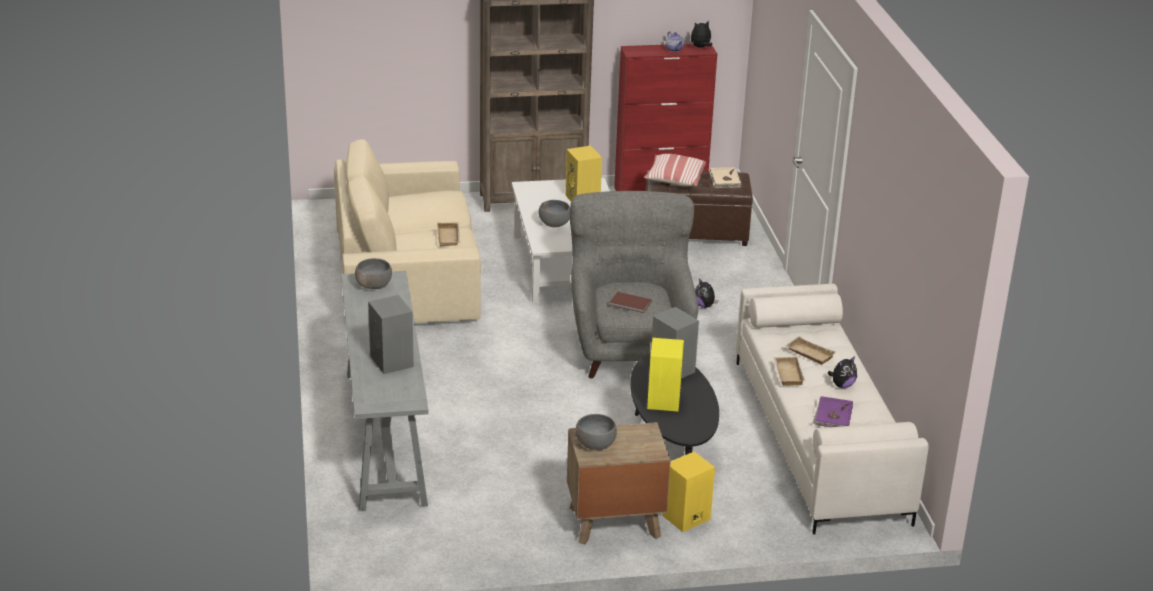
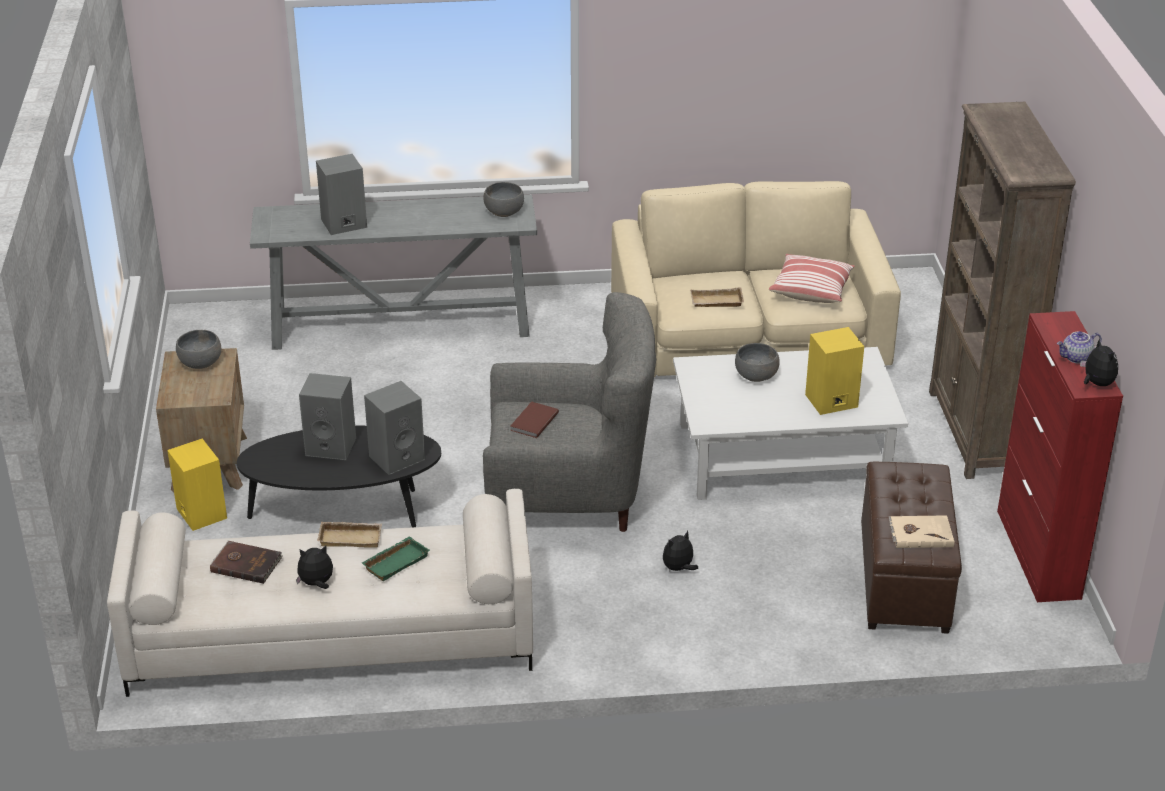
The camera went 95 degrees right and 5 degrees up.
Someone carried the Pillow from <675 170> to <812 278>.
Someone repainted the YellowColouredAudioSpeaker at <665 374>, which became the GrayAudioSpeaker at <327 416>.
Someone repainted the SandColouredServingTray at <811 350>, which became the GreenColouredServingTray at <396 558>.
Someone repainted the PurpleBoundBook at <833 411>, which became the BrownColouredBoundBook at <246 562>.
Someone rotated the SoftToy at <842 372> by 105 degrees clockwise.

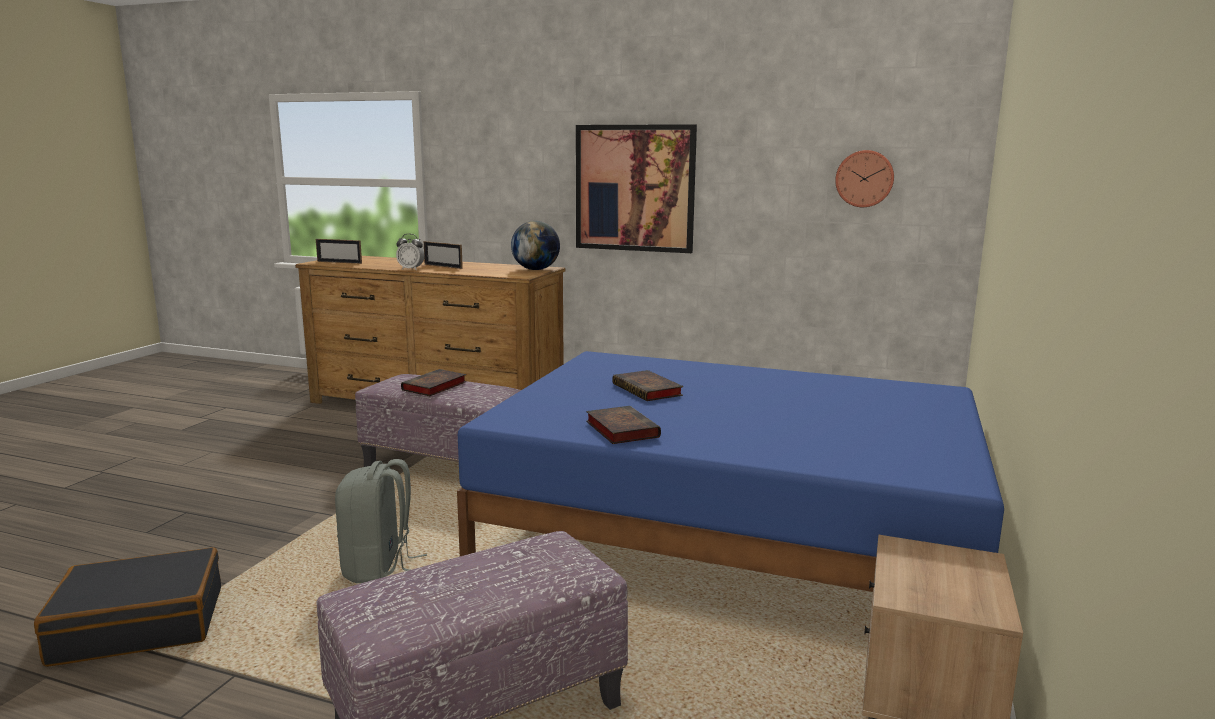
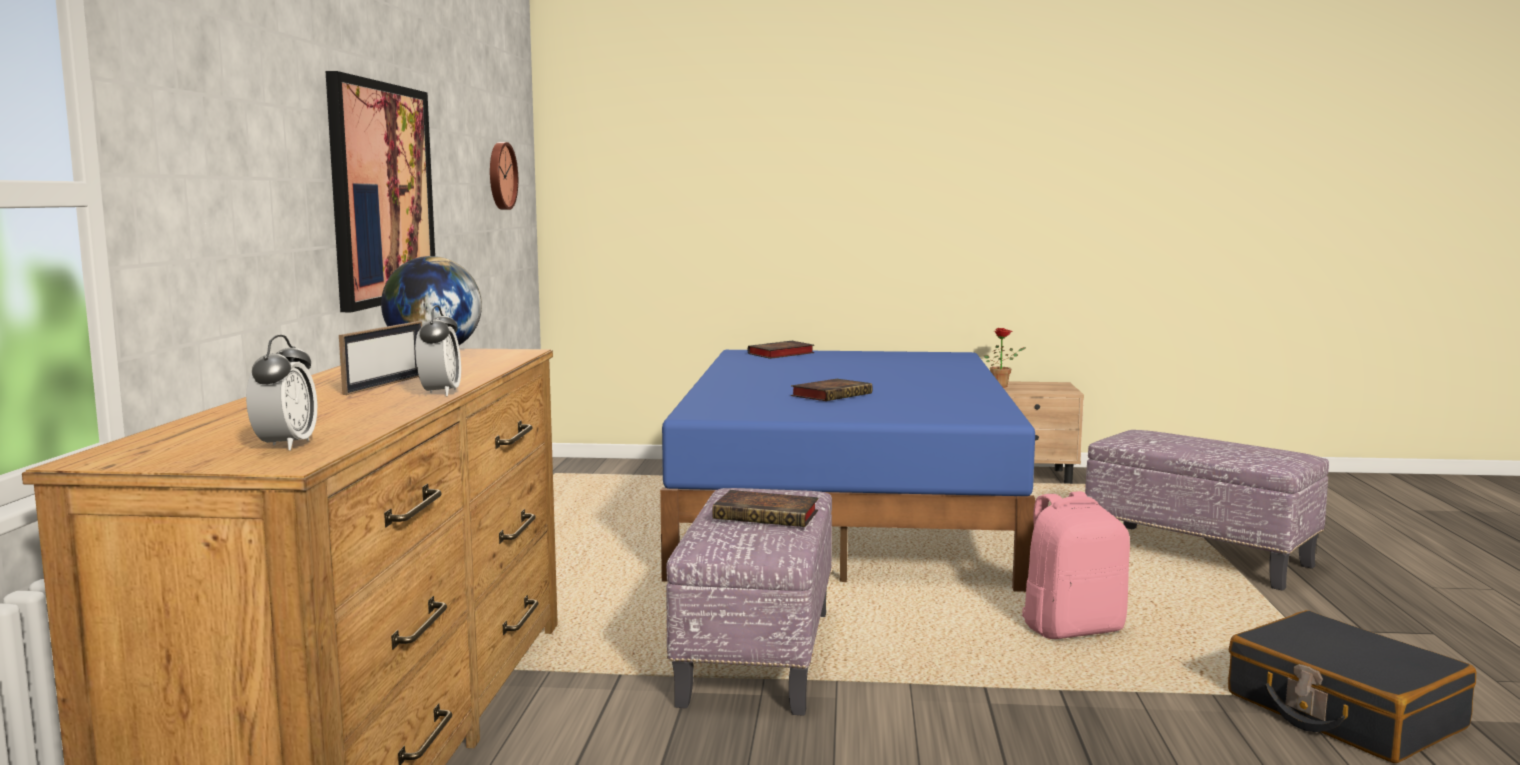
The camera went 105 degrees left and 5 degrees down.
Someone put down the PlantInAPot at <1005 358>.
Someone carried the BoundBook from <623 425> to <781 350>.
Someone swapped the PictureFrame at <339 251> for the BedsideClock at <281 393>.
Someone repainted the GrayKnapsack at <381 521>, which became the PinkKnapsack at <1076 565>.

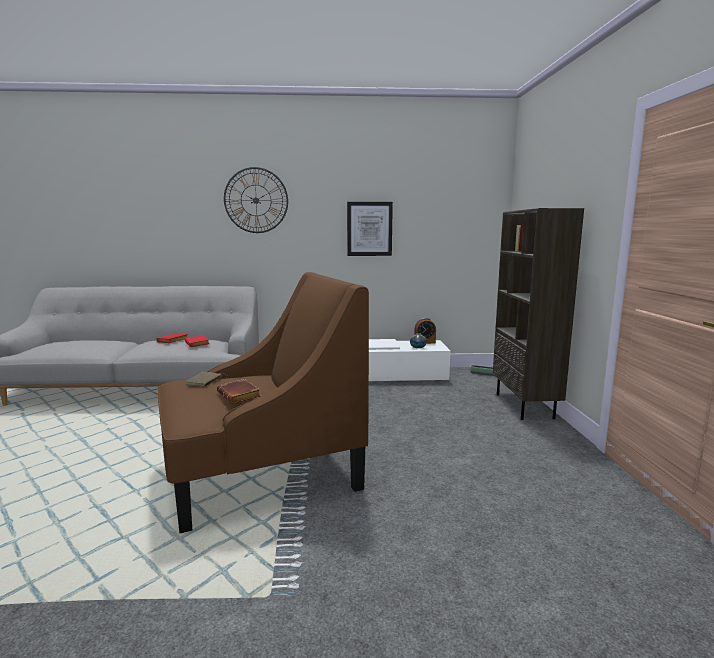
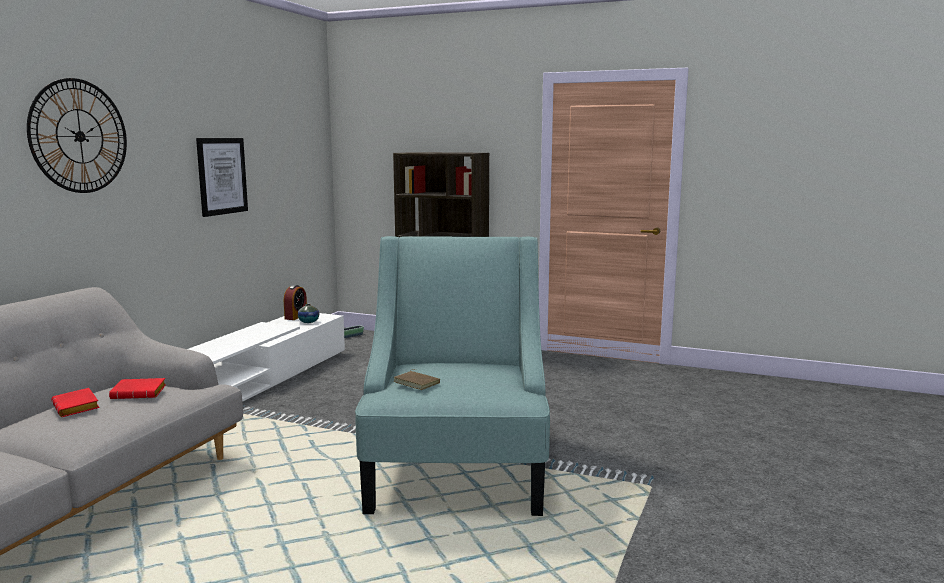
The camera went 65 degrees left and 0 degrees up.
Someone took away the BrownColouredBoundBook at <238 391>.
Someone repainted the BrownColouredEasyChair at <263 402>, which became the BlueGreenEasyChair at <452 376>.

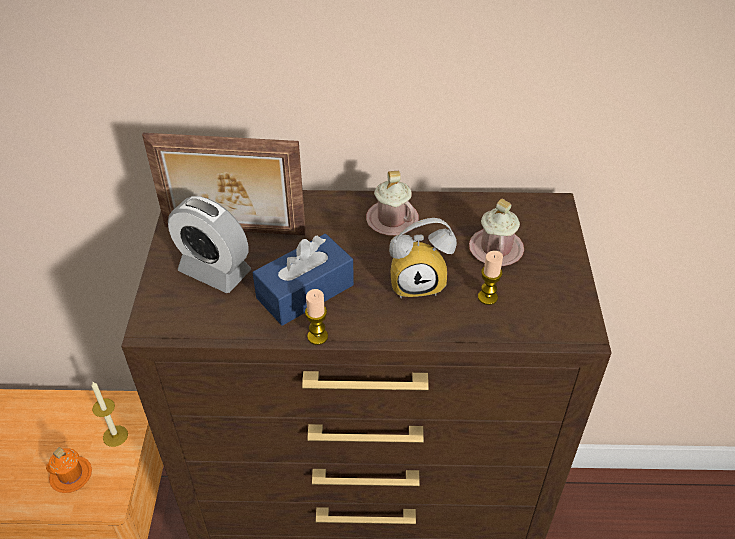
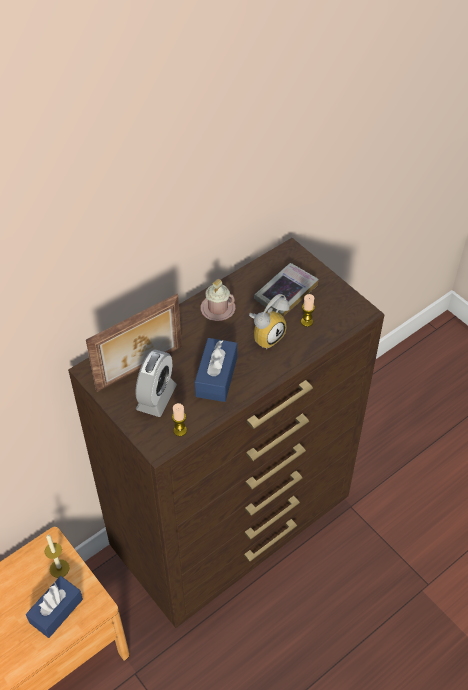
The camera went 40 degrees left and 5 degrees up.
Someone carried the WaxCandle from <316 317> to <179 419>.
Someone swapped the OrangeColouredMug at <69 470> for the BlueColouredTissueHolder at <54 607>.
Someone swapped the PinkMug at <496 232> for the BoundBook at <286 290>.
Someone rotated the BedsideClock at <209 244> by 60 degrees counterclockwise.

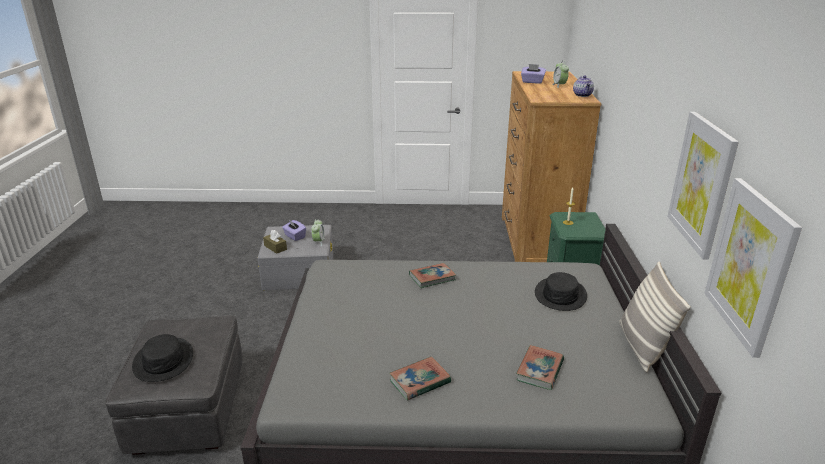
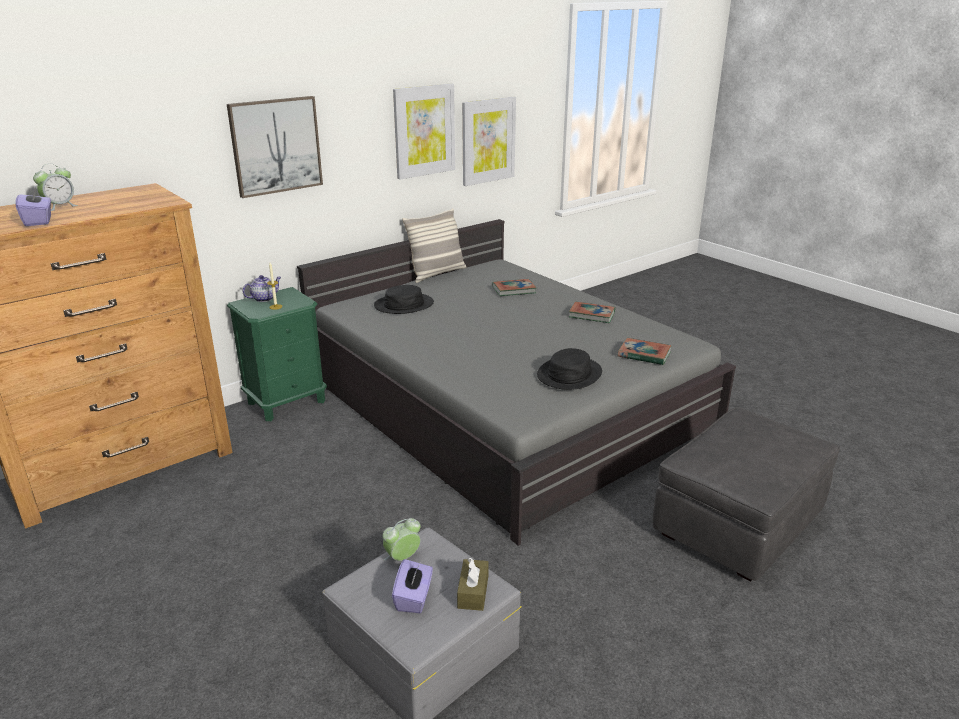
The camera went 130 degrees left and 0 degrees up.
Someone put up the WallArt at <275 147>.
Someone carried the BlackHat from <162 358> to <569 369>.
Someone carried the BoundBook from <432 275> to <645 351>.
Someone carried the TeaPot from <583 86> to <262 288>.

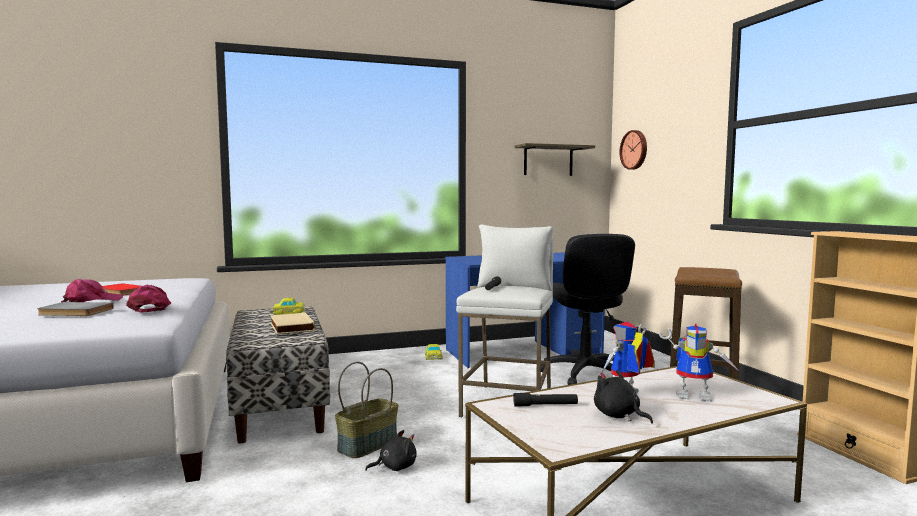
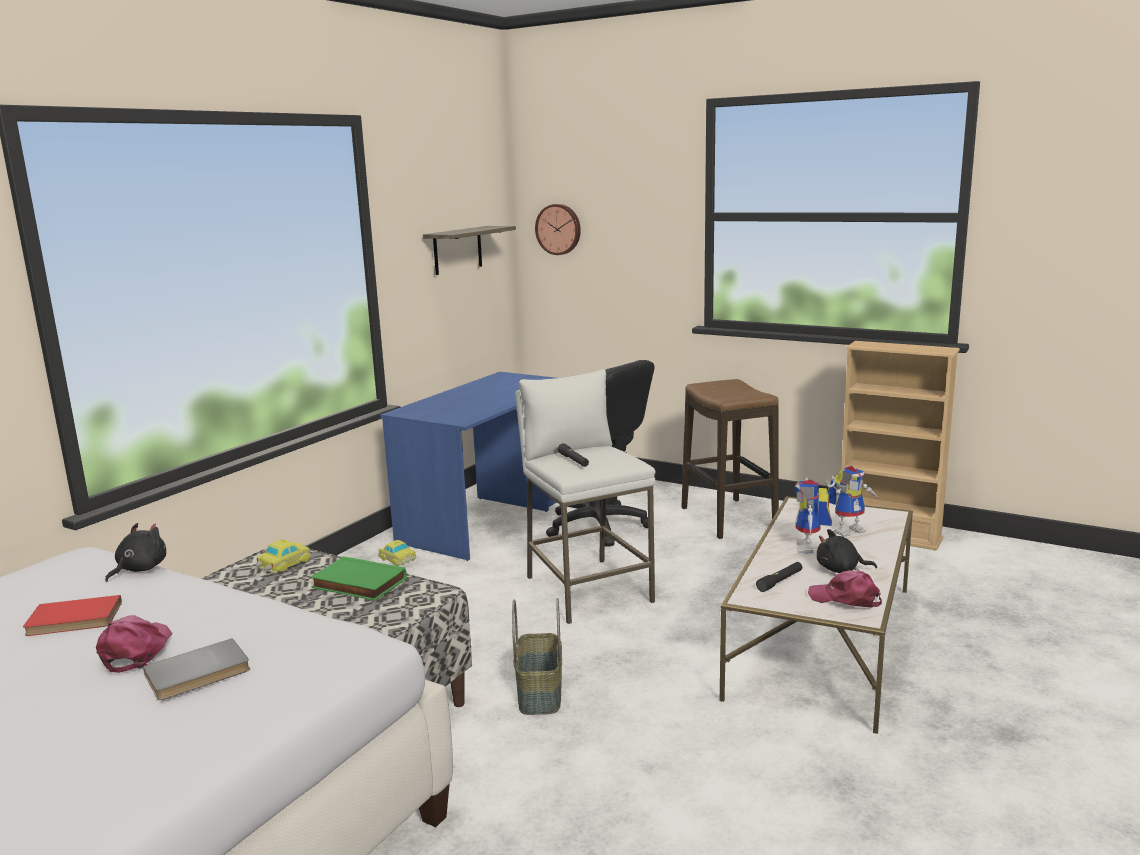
The camera went 40 degrees left and 10 degrees up.
Someone carried the PinkBaseballCap from <148 299> to <845 588>.
Someone carried the BlackSoftToy from <391 450> to <135 552>.
Someone repainted the SandColouredBoundBook at <292 323>, which became the GreenColouredBoundBook at <358 578>.

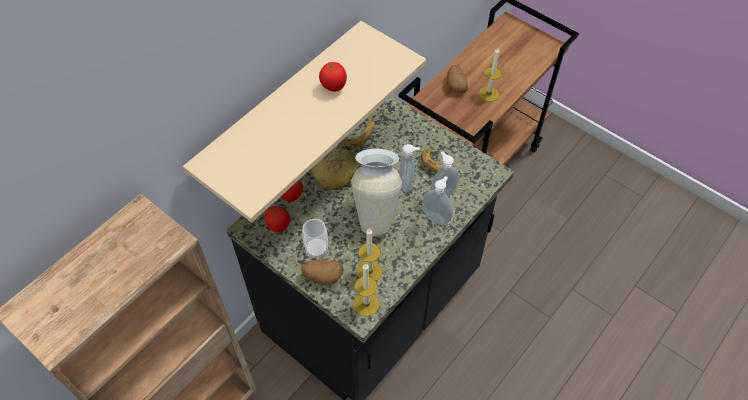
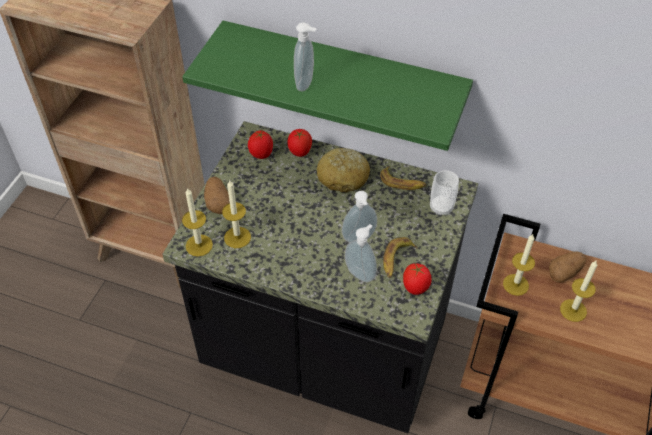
The camera went 70 degrees right and 5 degrees down.
Someone took away the Vase at <376 193>.
Someone put down the WaxCandle at <519 265>.
Someone carried the DrinkingCup from <315 239> to <444 192>.
Someone carried the Tomato from <333 77> to <417 279>.
Someone carried the LiquidSoapBottle from <437 200> to <305 57>.
Someone repainted the SandColouredShelf at <304 121>, which became the GreenColouredShelf at <327 86>.

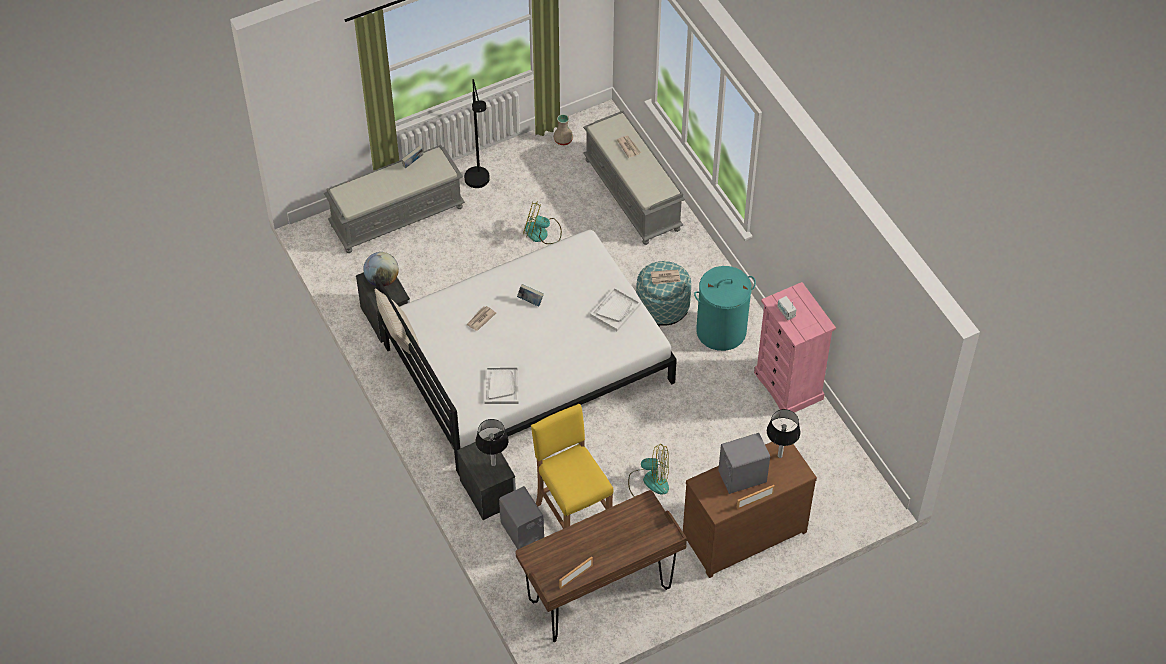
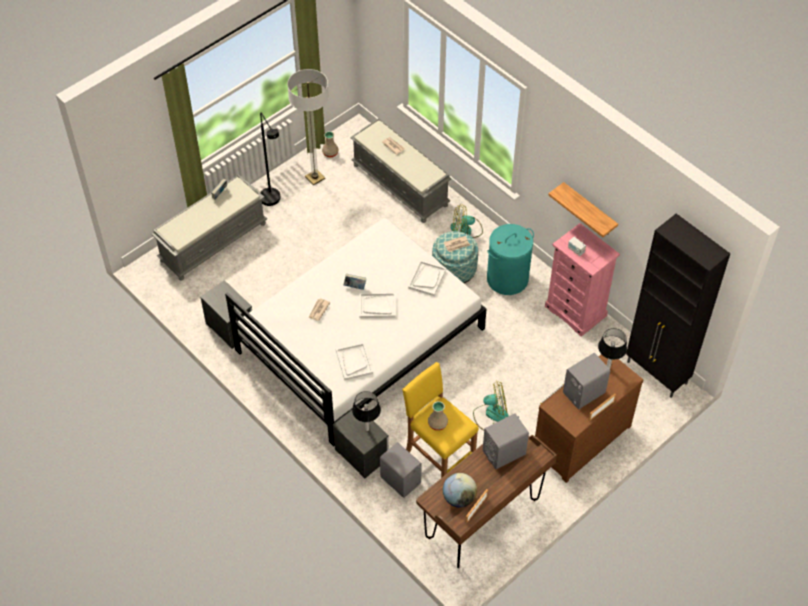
The camera went 15 degrees left and 0 degrees up.
Someone took away the SandColouredPillow at <398 324>.
Someone put down the FloorLamp at <308 127>.
Someone put down the WhiteColouredServingTray at <377 305>.
Someone put down the SandColouredVase at <438 416>.
Someone put down the GrayAudioSpeaker at <506 441>.
Someone put up the Shelf at <583 209>.
Someone put down the BlackCabinet at <678 306>.
Someone carried the Globe from <381 269> to <460 490>.
Someone carried the CoolingFan from <542 223> to <467 221>.

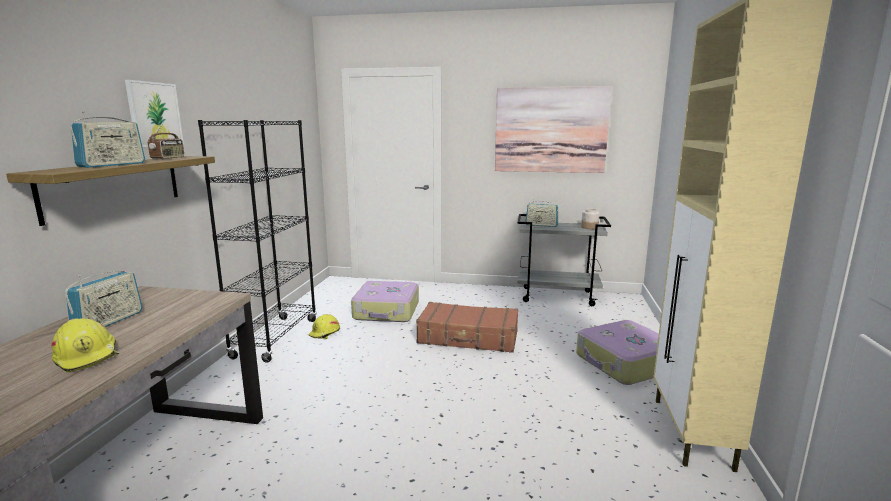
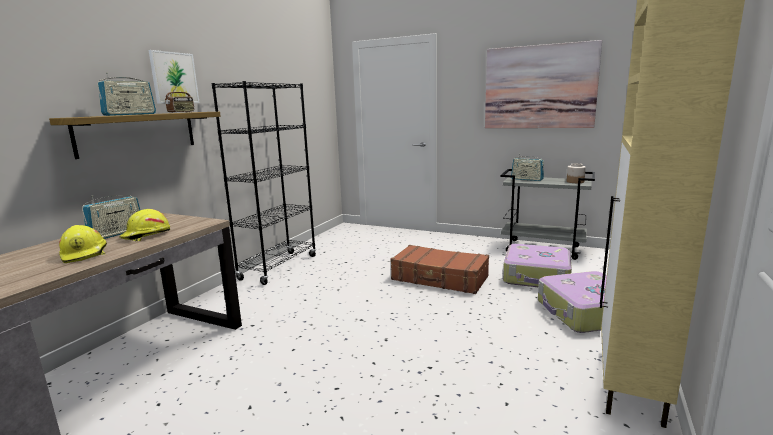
The camera went 15 degrees right and 0 degrees up.
Someone carried the YellowColouredHardHat from <324 326> to <145 225>.
Someone carried the PieceOfLuggage from <385 301> to <537 265>.

